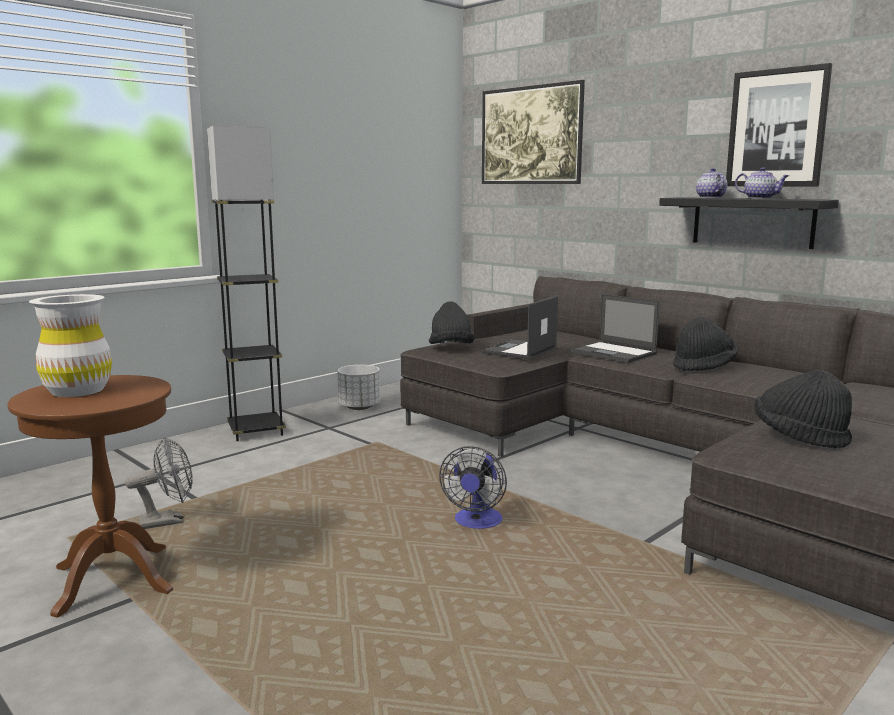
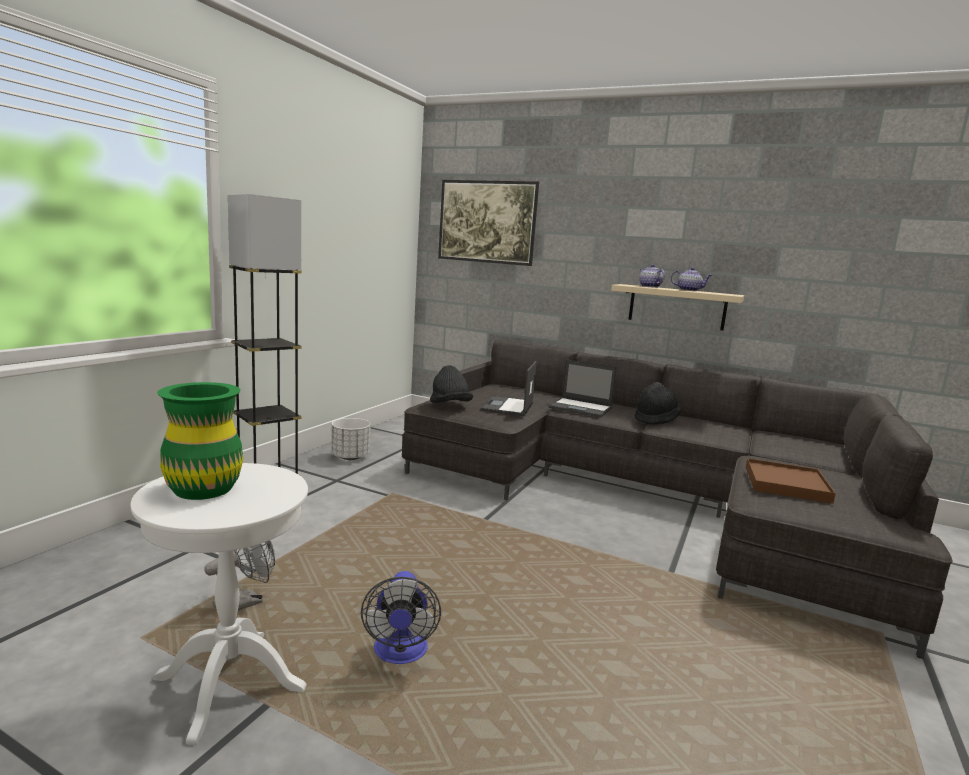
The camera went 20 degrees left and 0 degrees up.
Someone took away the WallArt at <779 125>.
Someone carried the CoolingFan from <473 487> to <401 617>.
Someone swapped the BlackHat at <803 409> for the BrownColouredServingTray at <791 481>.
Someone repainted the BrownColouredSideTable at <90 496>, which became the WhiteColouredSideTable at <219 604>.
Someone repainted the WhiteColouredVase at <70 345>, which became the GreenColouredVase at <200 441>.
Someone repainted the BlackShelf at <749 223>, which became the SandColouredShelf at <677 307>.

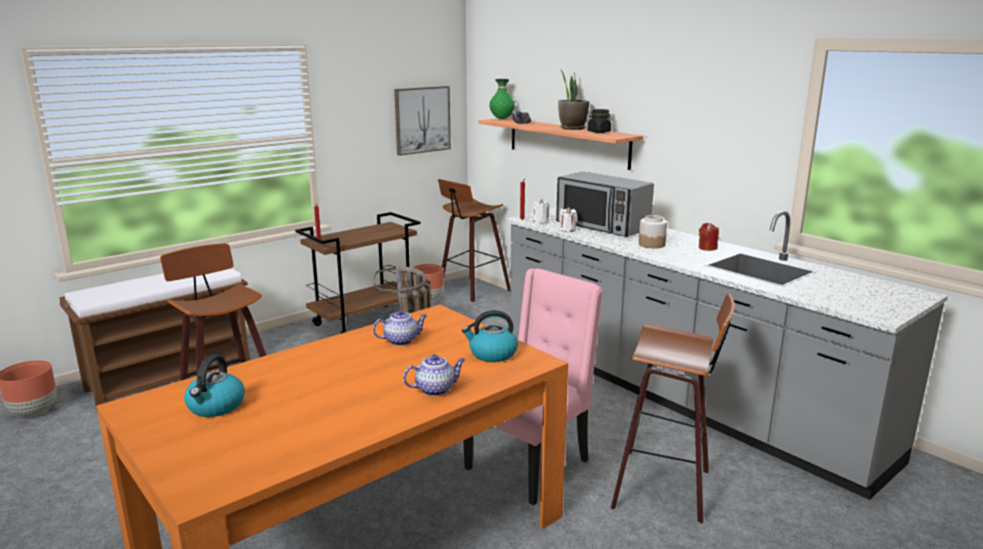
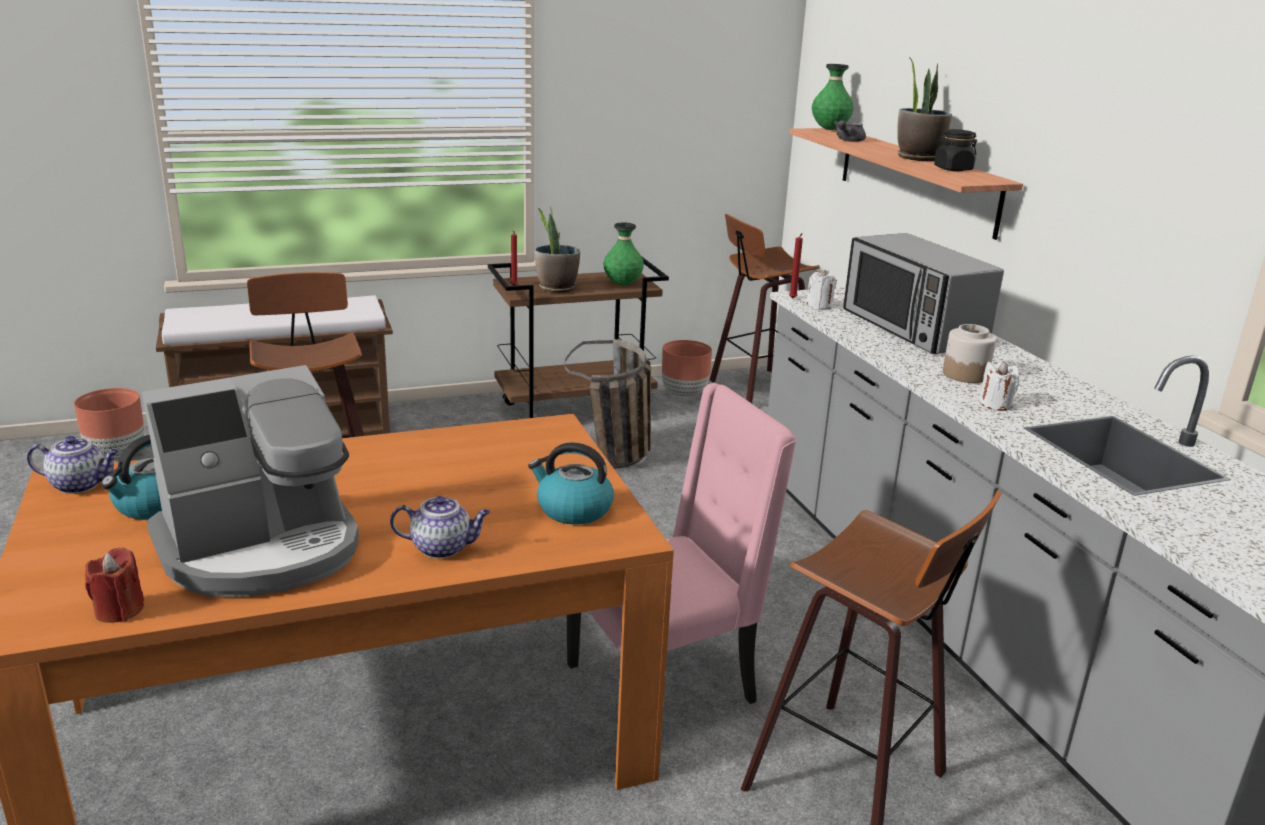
The camera went 20 degrees right and 5 degrees up.
Someone took away the WallArt at <422 121>.
Someone put down the CoffeeMachine at <250 481>.
Someone put down the PlantInAPot at <557 250>.
Someone put down the GreenColouredVase at <623 254>.
Someone carried the TeaPot from <400 328> to <73 465>.
Someone carried the WhiteColouredWaxCandle from <568 219> to <999 386>.
Someone carried the ReddishWaxCandle from <709 237> to <114 585>.

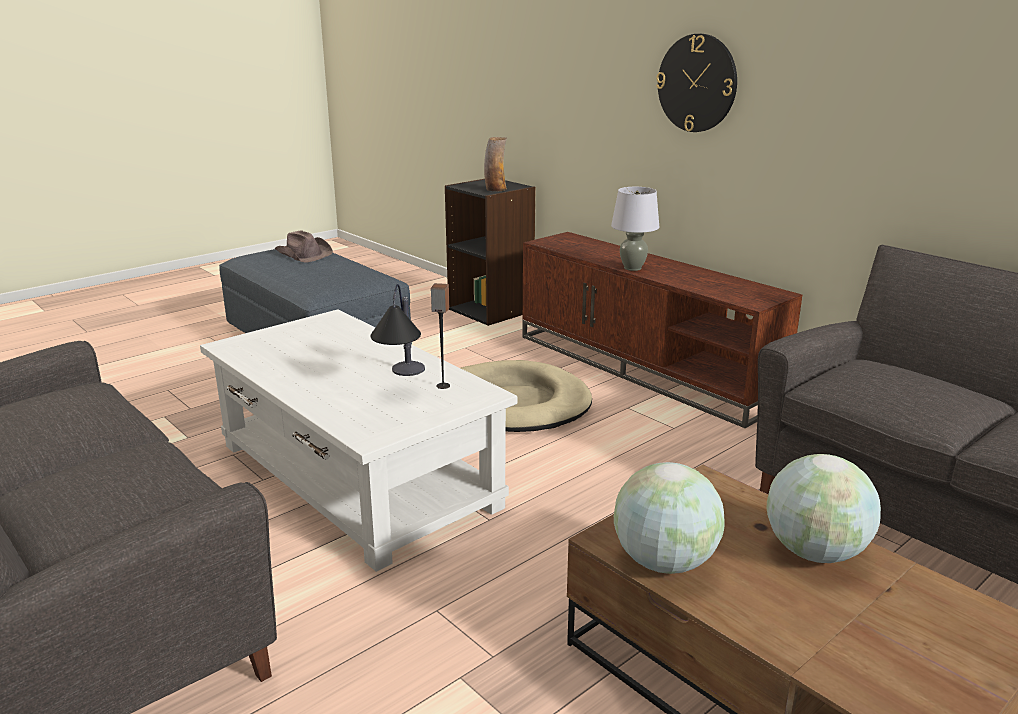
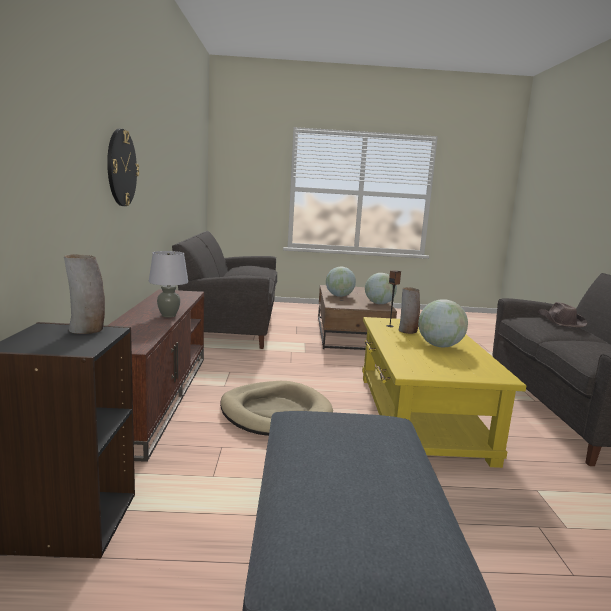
The camera went 140 degrees left and 10 degrees down.
Someone put down the Globe at <443 323>.
Someone carried the BrownColouredHat from <304 246> to <562 314>.
Someone swapped the TabletopLamp at <398 330> for the Vase at <409 310>.
Someone repainted the WhiteColouredLoungeTable at <358 440>, which became the YellowColouredLoungeTable at <444 392>.

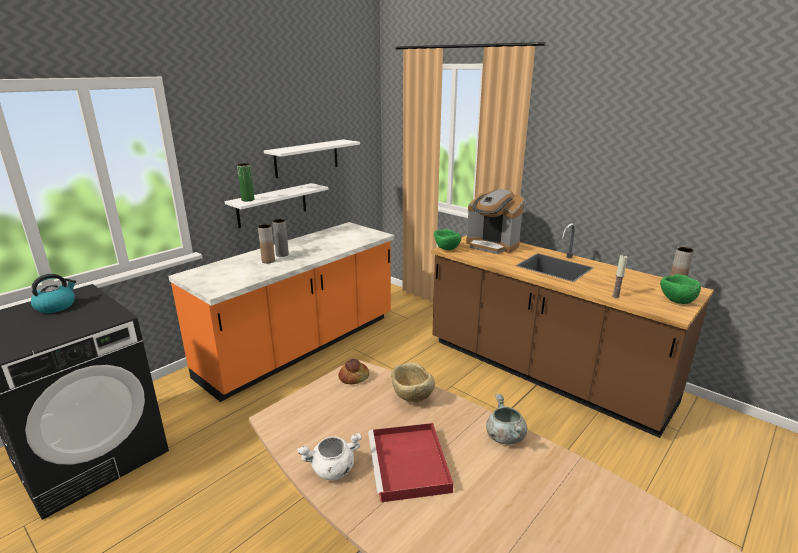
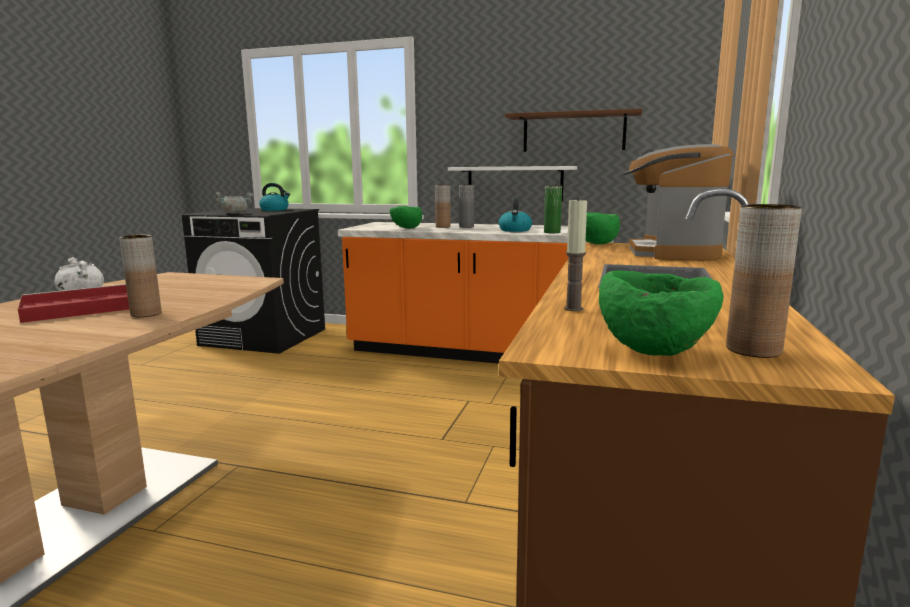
The camera went 65 degrees right and 10 degrees down.
Someone took away the BakeryBread at <353 371>.
Someone took away the SandColouredServingBowl at <413 382>.
Someone put down the BrownColouredVase at <140 276>.
Someone put down the GreenColouredServingBowl at <406 217>.
Someone put down the Kettle at <515 215>.
Someone carried the GreenColouredVase from <245 182> to <553 209>.
Someone carried the GrayCookingPot from <506 419> to <234 203>.
Someone repainted the WhiteColouredShelf at <312 158>, which became the BrownColouredShelf at <573 130>.

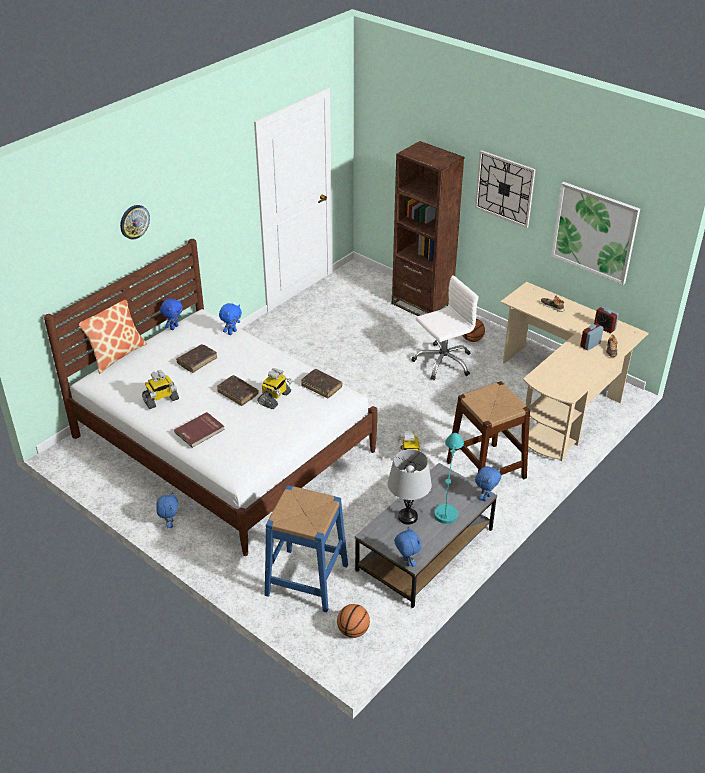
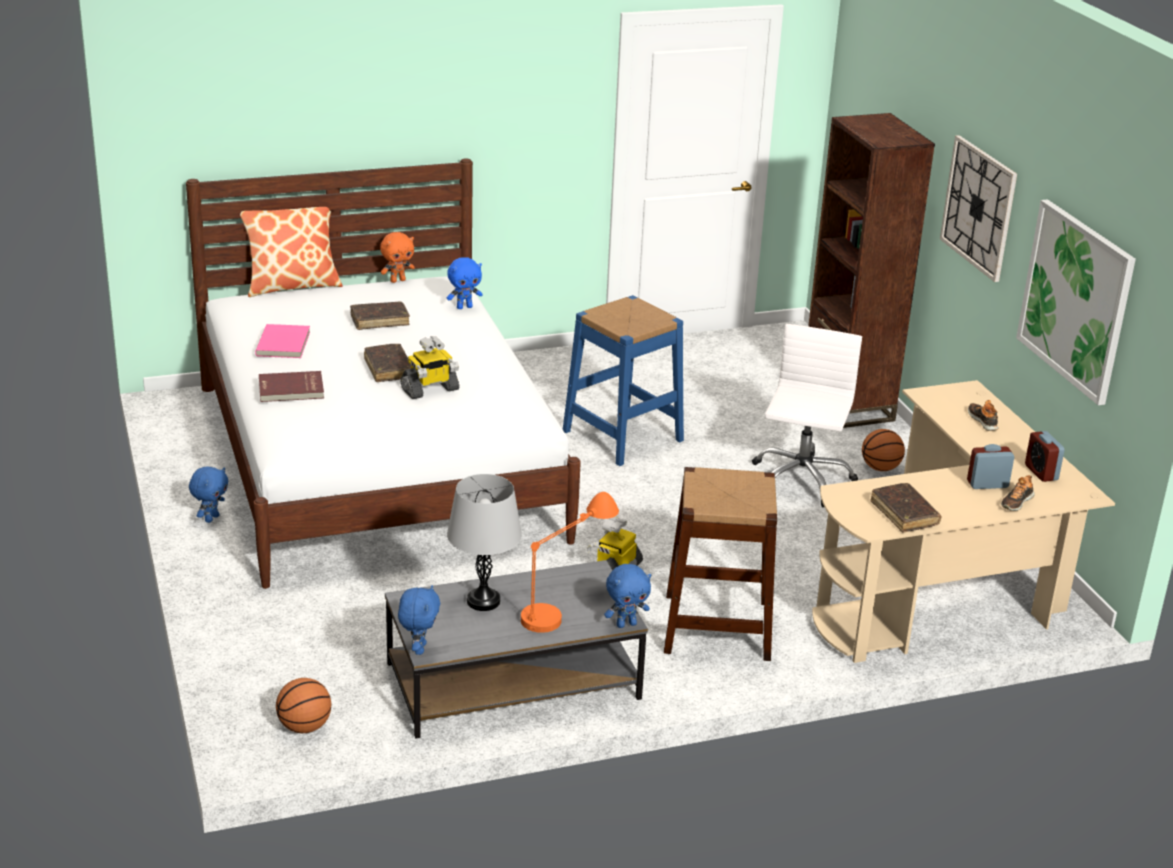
The camera went 30 degrees right and 10 degrees down.
Someone took away the WallClock at <135 222>.
Someone carried the BlueColouredSittingStool from <306 548> to <623 380>.
Someone carried the BrownColouredBoundBook from <322 384> to <906 508>.
Someone swapped the ToyRobot at <160 389> for the PinkBoundBook at <282 341>.
Someone repainted the BlueColouredSoftToy at <171 314>, which became the OrangeColouredSoftToy at <397 257>.
Someone repainted the BlueGreenTabletopLamp at <449 478>, which became the OrangeColouredTabletopLamp at <570 562>.
Someone rotated the WhiteColouredDeskChair at <445 327> by 75 degrees counterclockwise.

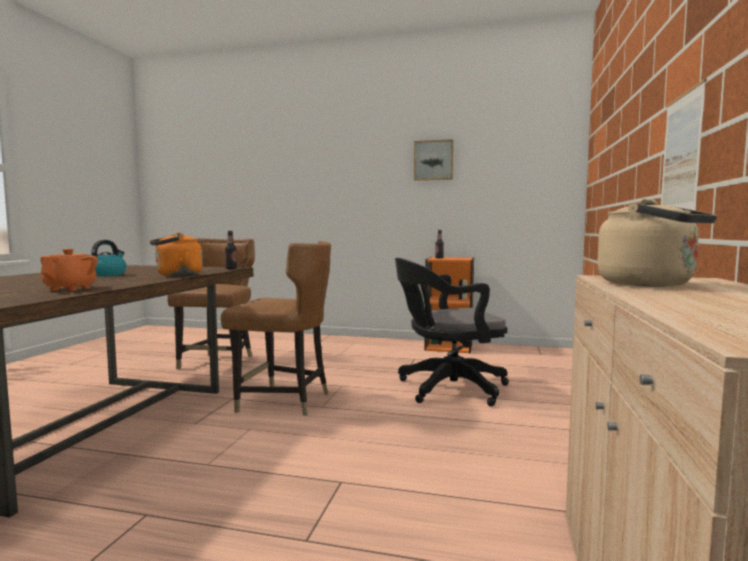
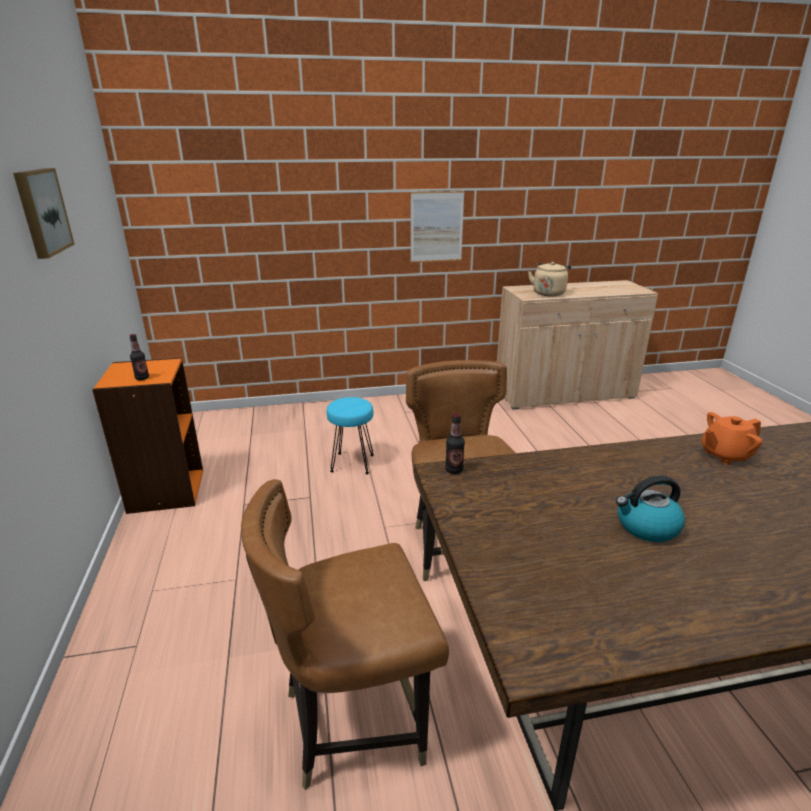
The camera went 115 degrees left and 20 degrees up.
Someone took away the OrangeColouredKettle at <176 254>.
Someone swapped the BlackDeskChair at <452 332> for the BlueGreenSittingStool at <350 435>.

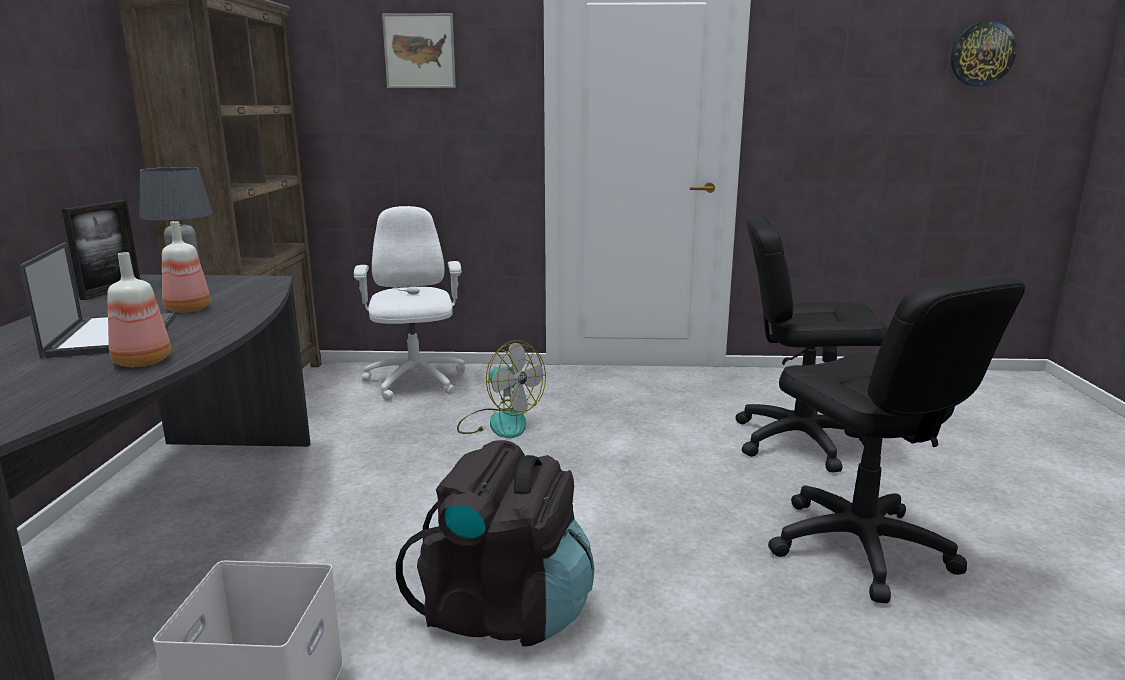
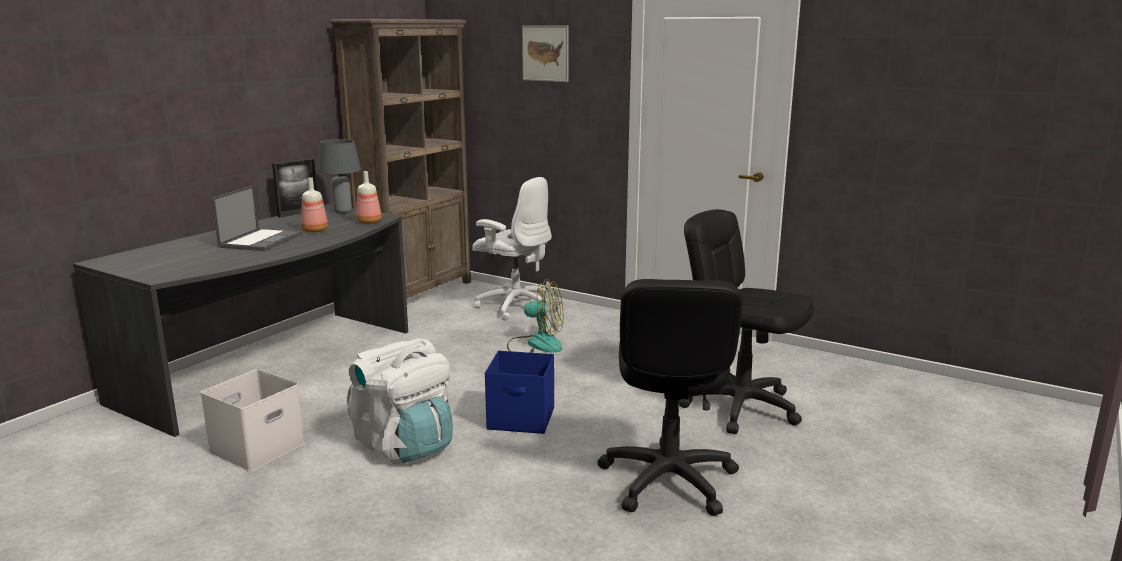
The camera went 30 degrees right and 0 degrees up.
Someone took away the WallClock at <984 54>.
Someone put down the BlueColouredStorageBox at <519 392>.
Someone carried the BeverageBottle from <139 309> to <369 197>.
Someone repainted the BlackKnapsack at <495 543>, which became the WhiteColouredKnapsack at <400 401>.
Someone rotated the WhiteColouredDeskChair at <409 303> by 105 degrees clockwise.
Someone rotated the CoolingFan at <501 389> by 60 degrees counterclockwise.

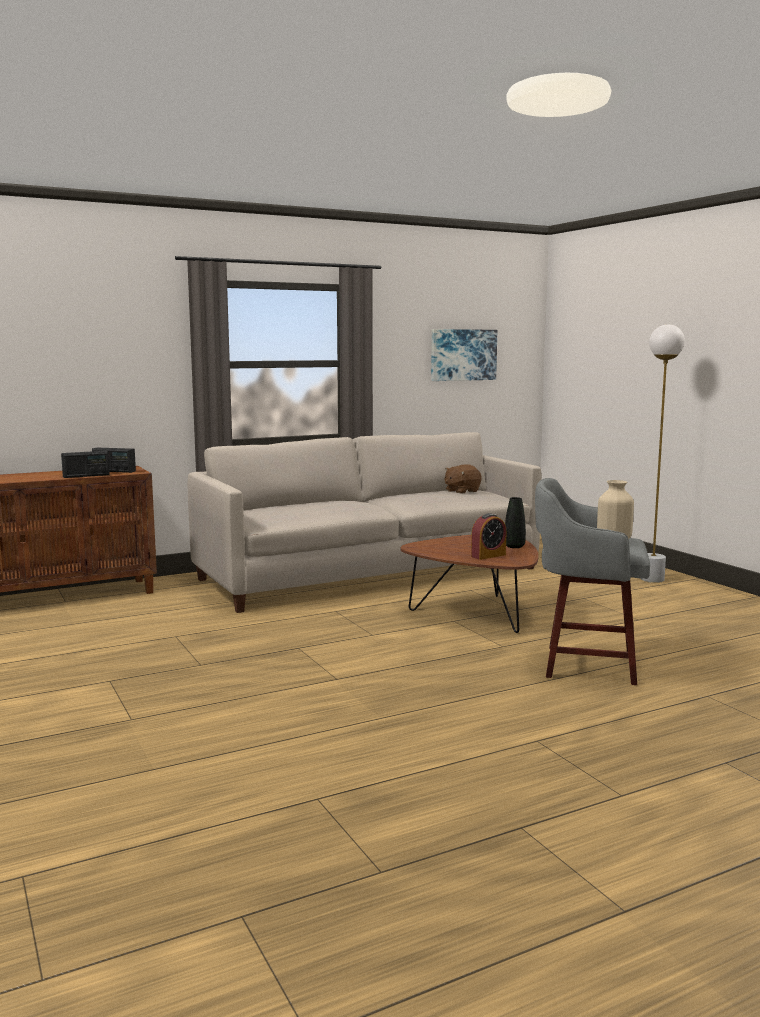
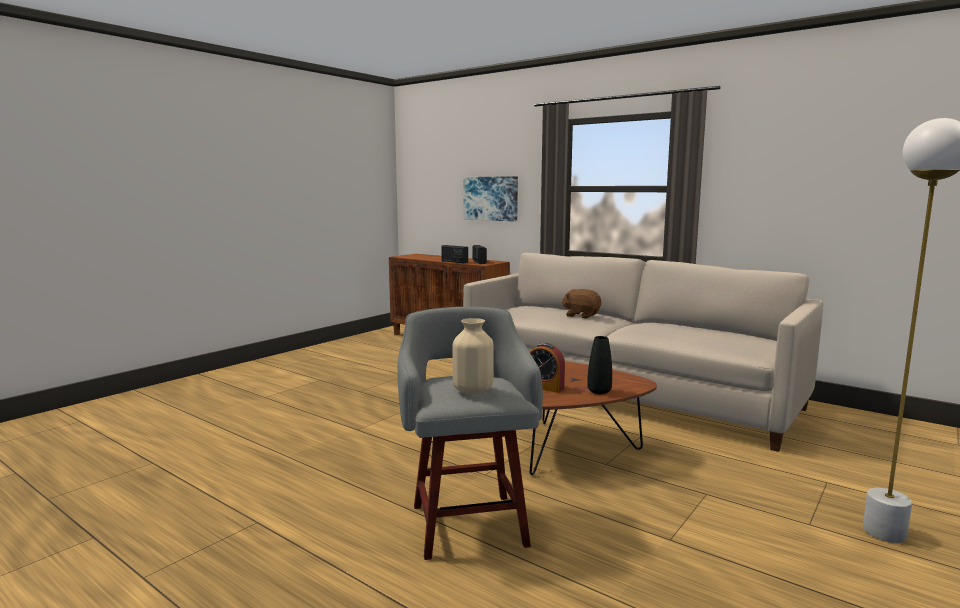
The camera went 65 degrees right and 0 degrees up.
Someone carried the WallArt from <464 355> to <490 198>.
Someone carried the BrownColouredSoftToy from <463 478> to <581 304>.

